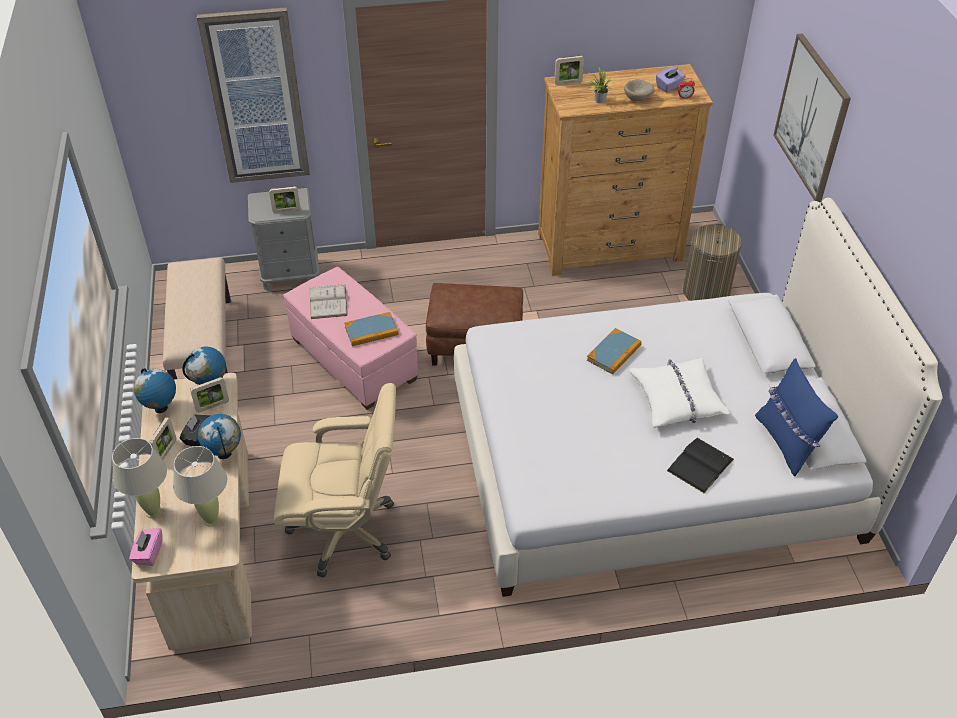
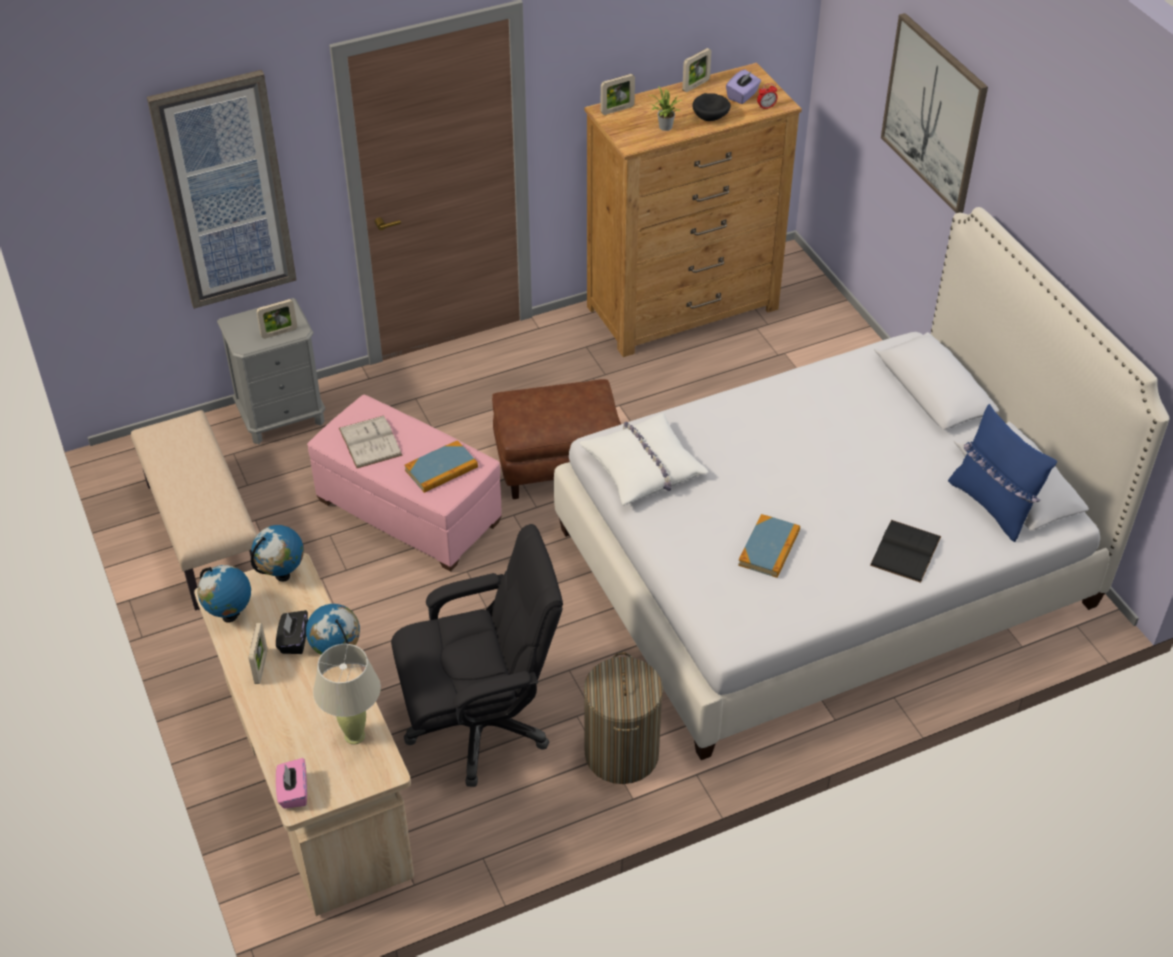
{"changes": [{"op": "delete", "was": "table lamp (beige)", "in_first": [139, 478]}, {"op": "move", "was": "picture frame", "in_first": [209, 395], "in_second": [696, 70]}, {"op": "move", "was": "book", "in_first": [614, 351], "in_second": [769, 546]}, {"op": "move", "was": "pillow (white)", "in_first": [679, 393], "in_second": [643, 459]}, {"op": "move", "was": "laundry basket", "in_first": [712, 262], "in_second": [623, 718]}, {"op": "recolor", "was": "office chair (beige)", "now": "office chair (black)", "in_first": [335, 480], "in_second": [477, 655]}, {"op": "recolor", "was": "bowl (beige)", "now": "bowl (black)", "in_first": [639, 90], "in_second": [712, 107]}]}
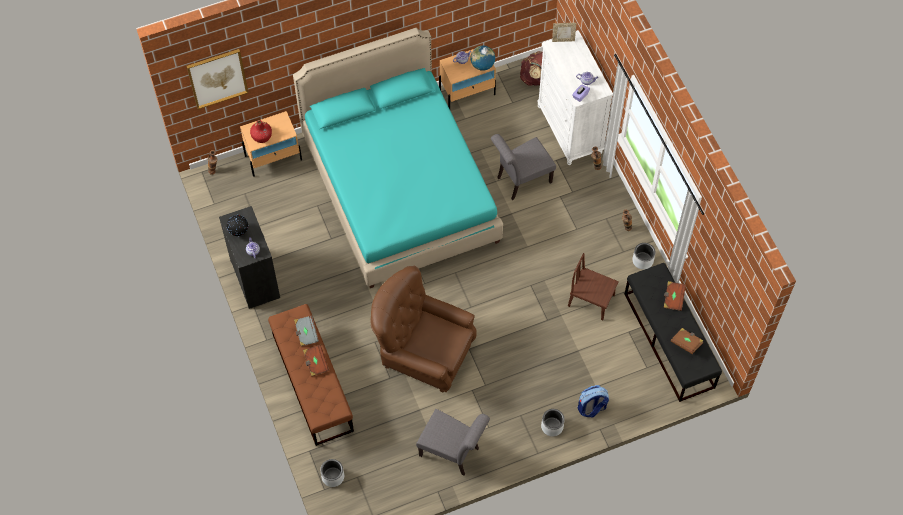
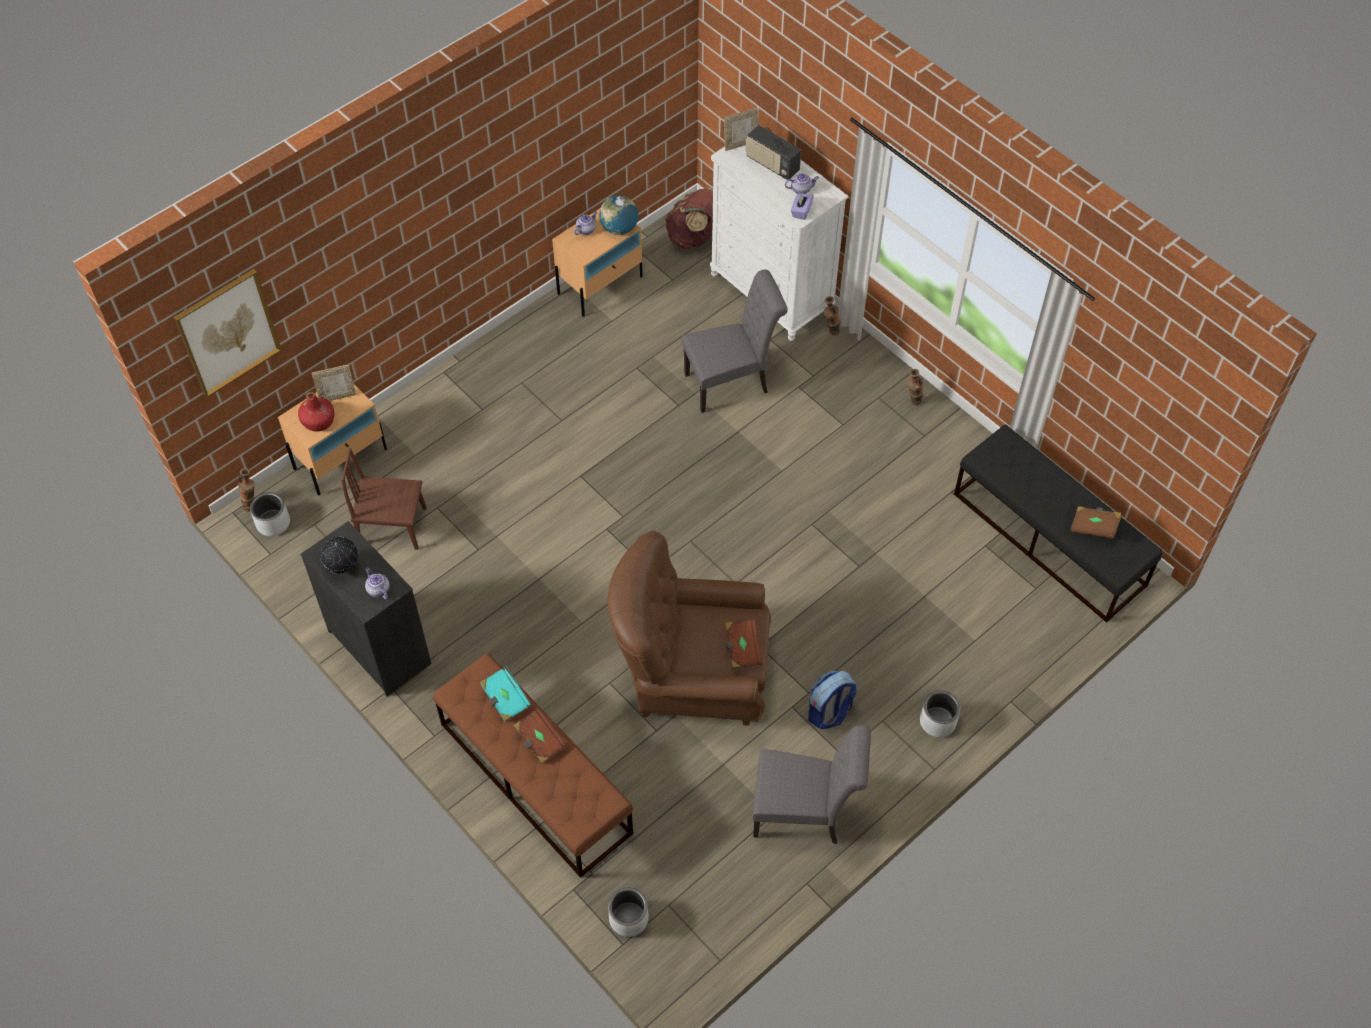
{"changes": [{"op": "delete", "was": "bed (turquoise)", "in_first": [398, 158]}, {"op": "insert", "now": "picture frame", "in_second": [334, 383]}, {"op": "insert", "now": "radio", "in_second": [773, 152]}, {"op": "move", "was": "chair (brown)", "in_first": [593, 287], "in_second": [383, 499]}, {"op": "move", "was": "backpack", "in_first": [593, 401], "in_second": [833, 700]}, {"op": "move", "was": "planter (grey)", "in_first": [643, 256], "in_second": [270, 514]}, {"op": "move", "was": "book (brown)", "in_first": [675, 296], "in_second": [744, 644]}, {"op": "recolor", "was": "book (grey)", "now": "book (turquoise)", "in_first": [306, 331], "in_second": [506, 694]}, {"op": "rotate", "was": "chair (grey)", "in_first": [523, 167], "in_second": [734, 341], "clockwise": -150}]}
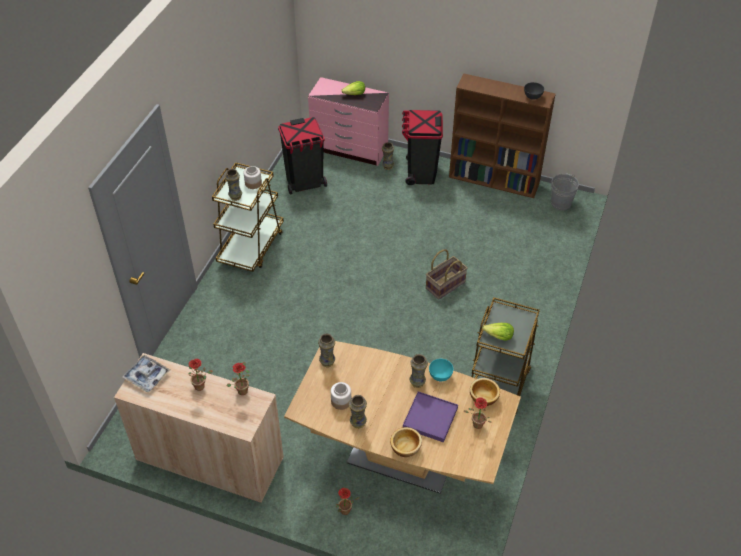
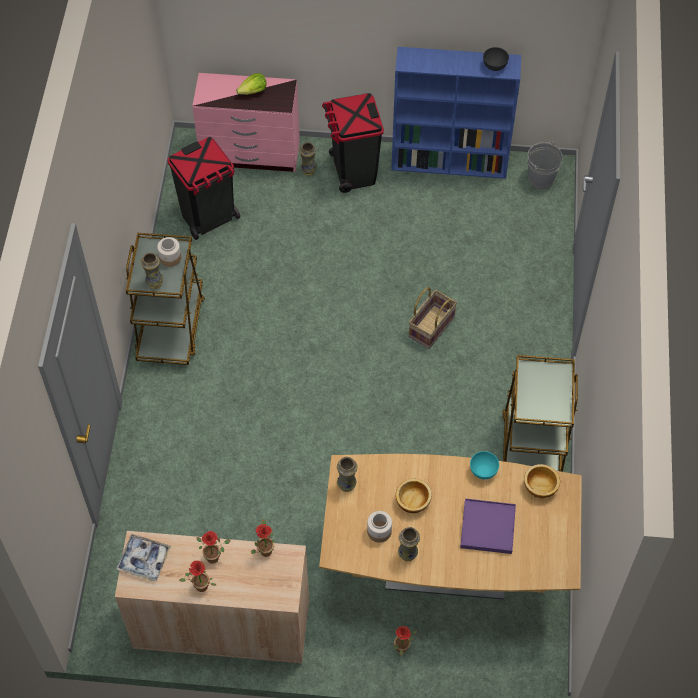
{"changes": [{"op": "delete", "was": "vase", "in_first": [419, 371]}, {"op": "delete", "was": "lettuce", "in_first": [498, 332]}, {"op": "move", "was": "bowl", "in_first": [406, 442], "in_second": [414, 496]}, {"op": "move", "was": "potted plant", "in_first": [478, 413], "in_second": [197, 576]}, {"op": "recolor", "was": "bookcase (brown)", "now": "bookcase (blue)", "in_first": [502, 135], "in_second": [456, 113]}]}
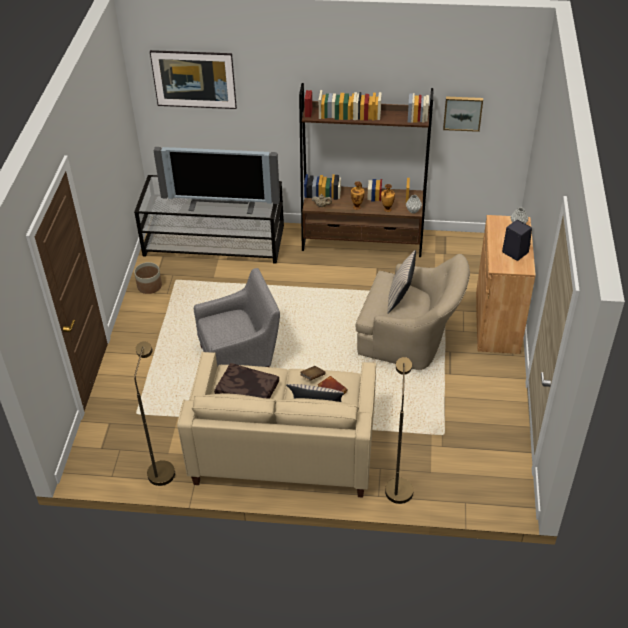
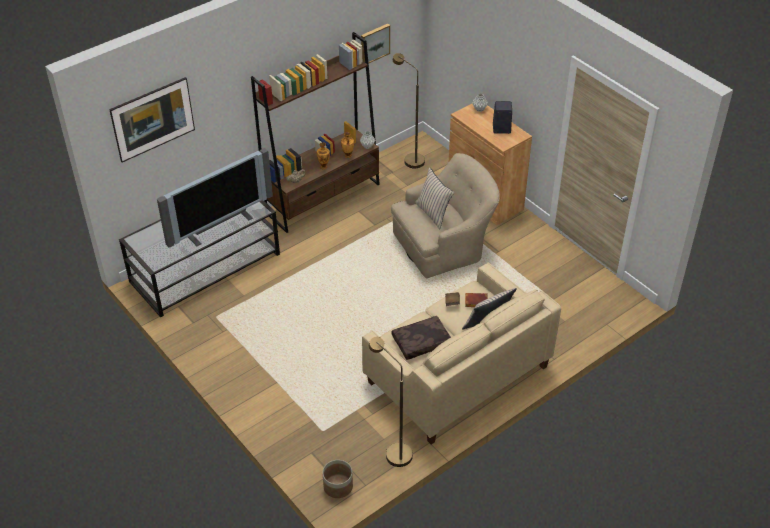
{"changes": [{"op": "delete", "was": "armchair (grey)", "in_first": [237, 317]}, {"op": "move", "was": "planter", "in_first": [148, 278], "in_second": [337, 479]}, {"op": "move", "was": "floor lamp (brown)", "in_first": [399, 430], "in_second": [409, 110]}]}
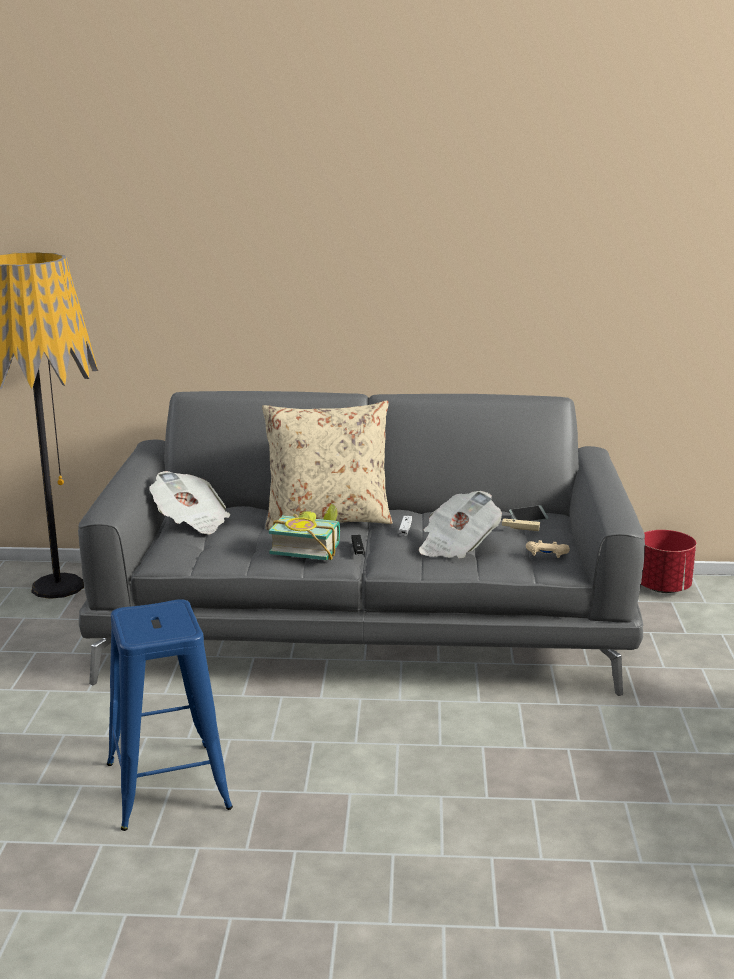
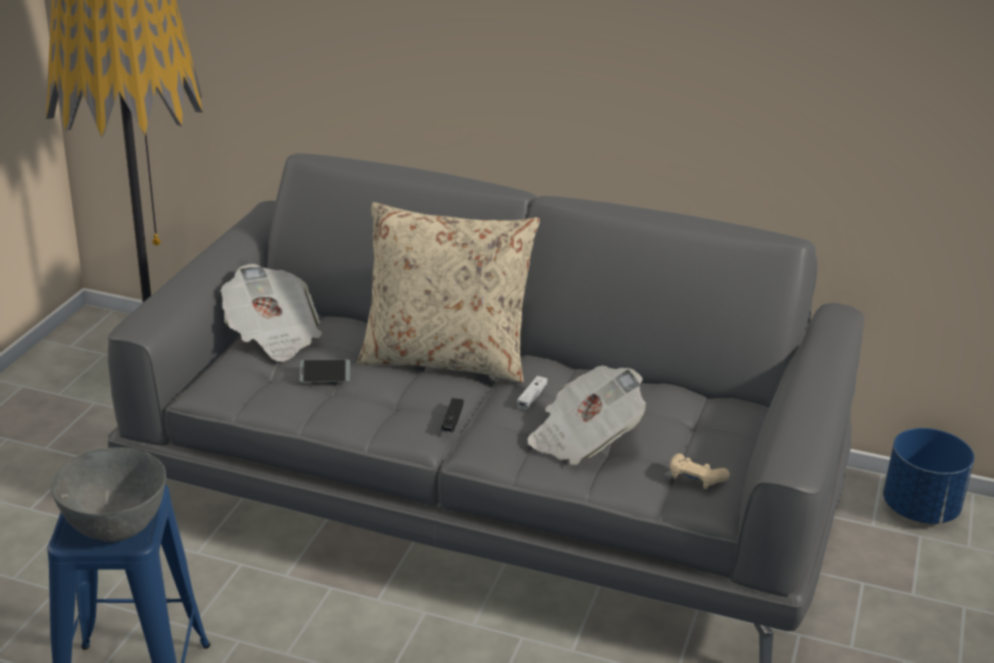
{"changes": [{"op": "delete", "was": "book", "in_first": [304, 532]}, {"op": "delete", "was": "game controller (beige)", "in_first": [521, 524]}, {"op": "insert", "now": "bowl (grey)", "in_second": [108, 494]}, {"op": "move", "was": "phone", "in_first": [528, 513], "in_second": [325, 371]}, {"op": "recolor", "was": "planter (red)", "now": "planter (blue)", "in_first": [668, 561], "in_second": [928, 476]}]}
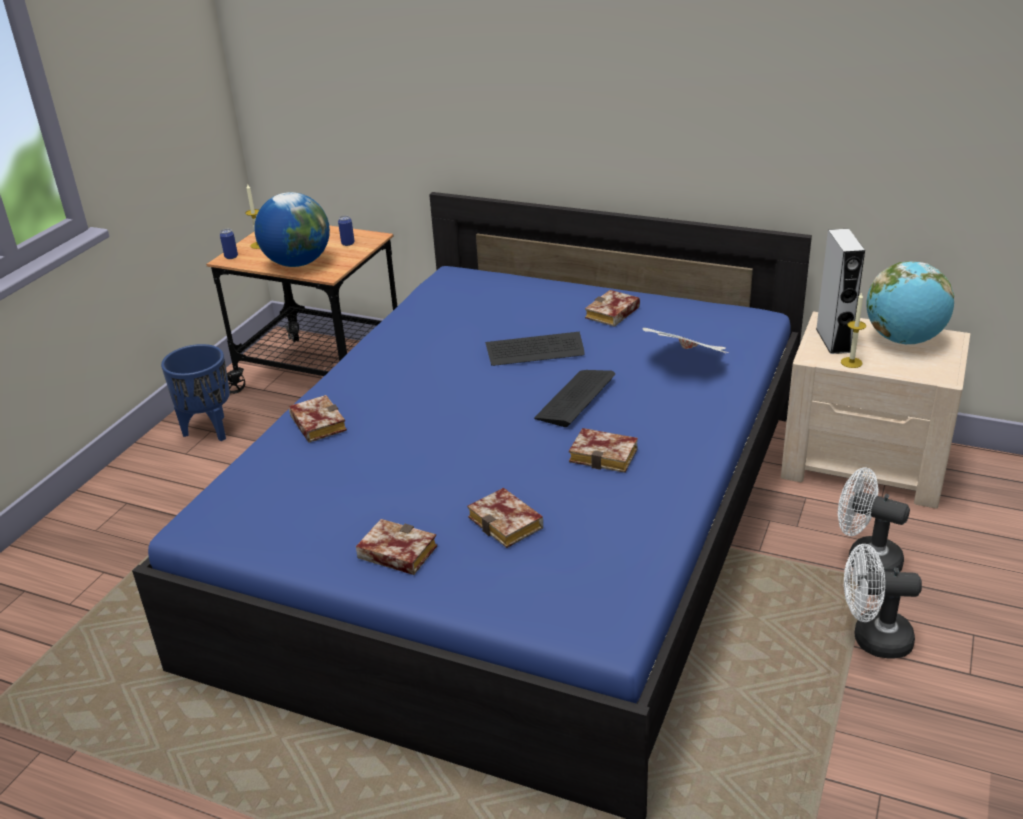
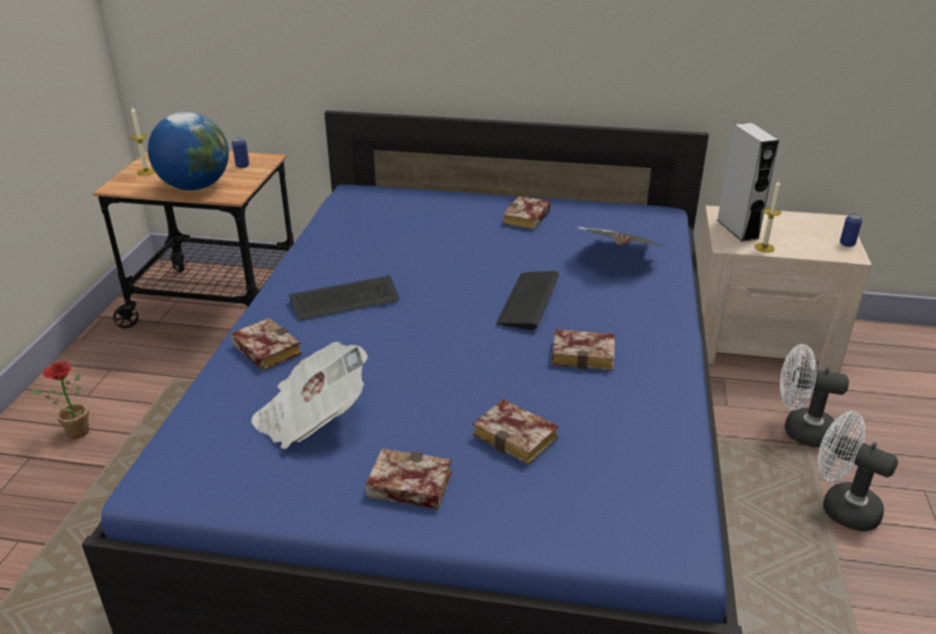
{"changes": [{"op": "delete", "was": "planter (blue)", "in_first": [195, 392]}, {"op": "delete", "was": "globe", "in_first": [910, 302]}, {"op": "insert", "now": "potted plant", "in_second": [59, 400]}, {"op": "insert", "now": "newspaper", "in_second": [309, 395]}, {"op": "move", "was": "can", "in_first": [229, 244], "in_second": [851, 230]}, {"op": "move", "was": "keyboard", "in_first": [535, 349], "in_second": [344, 298]}, {"op": "rotate", "was": "fan (white)", "in_first": [883, 601], "in_second": [858, 471], "clockwise": 45}]}
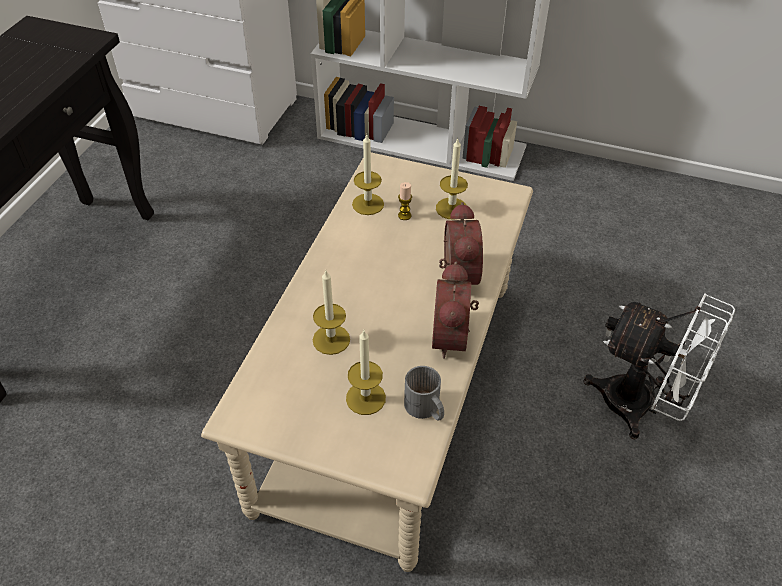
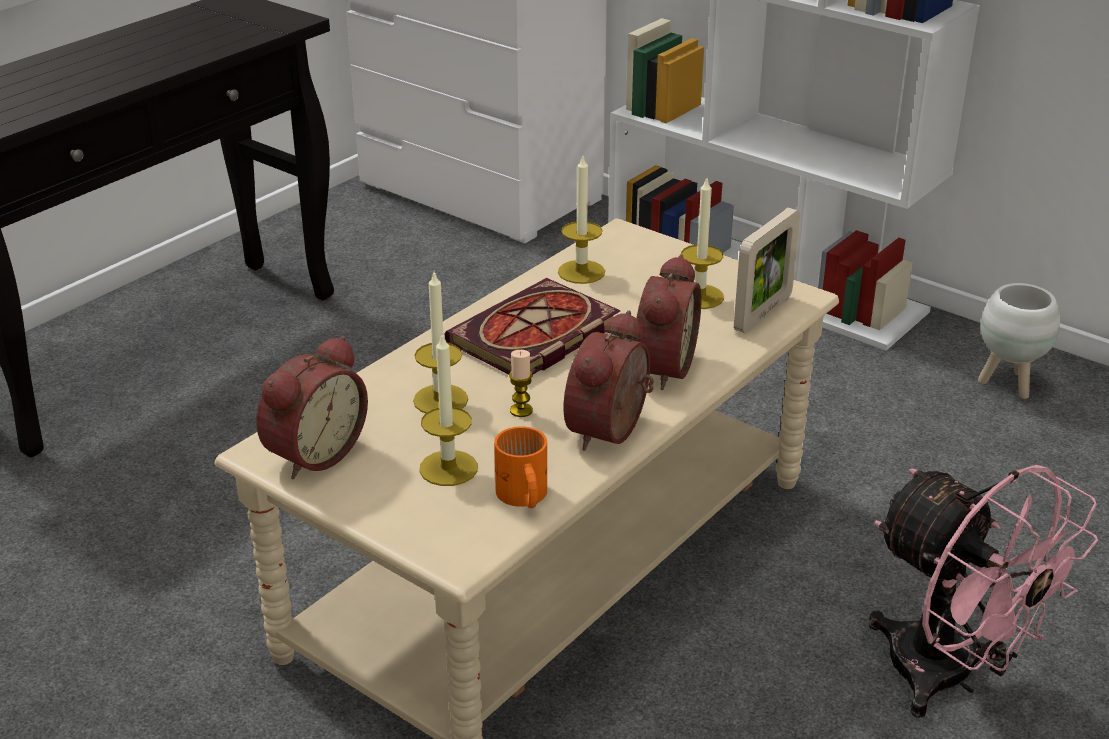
{"changes": [{"op": "insert", "now": "alarm clock", "in_second": [312, 407]}, {"op": "insert", "now": "book", "in_second": [533, 326]}, {"op": "insert", "now": "picture frame", "in_second": [767, 270]}, {"op": "insert", "now": "planter (white)", "in_second": [1019, 341]}, {"op": "move", "was": "candle", "in_first": [405, 201], "in_second": [521, 383]}, {"op": "recolor", "was": "mug (grey)", "now": "mug (orange)", "in_first": [424, 393], "in_second": [520, 467]}, {"op": "recolor", "was": "fan (white)", "now": "fan (pink)", "in_first": [659, 366], "in_second": [983, 591]}]}
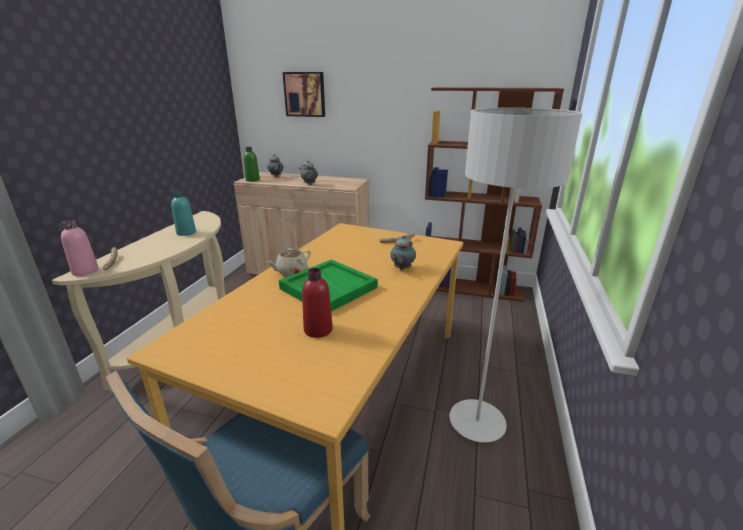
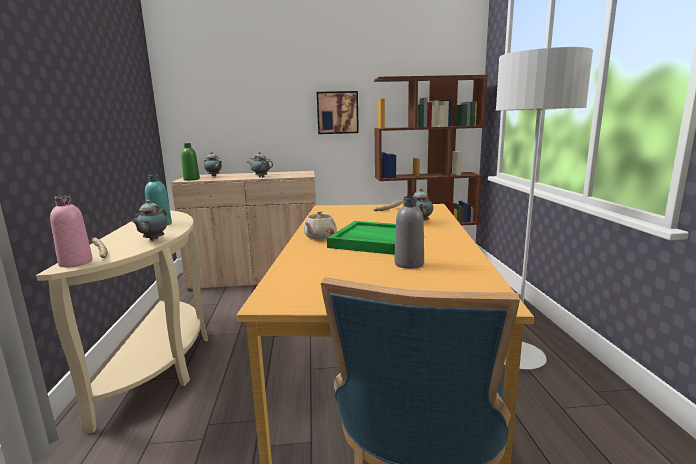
{"changes": [{"op": "insert", "now": "teapot", "in_second": [149, 220]}, {"op": "move", "was": "picture", "in_first": [304, 94], "in_second": [338, 112]}, {"op": "recolor", "was": "bottle (red)", "now": "bottle (grey)", "in_first": [317, 303], "in_second": [409, 232]}]}
